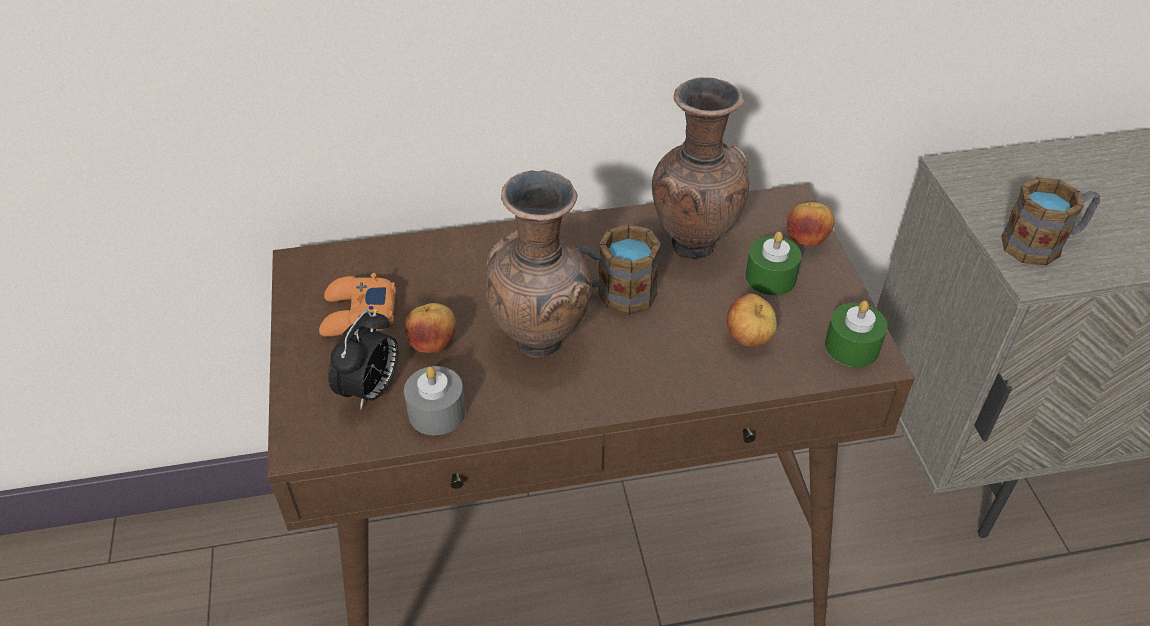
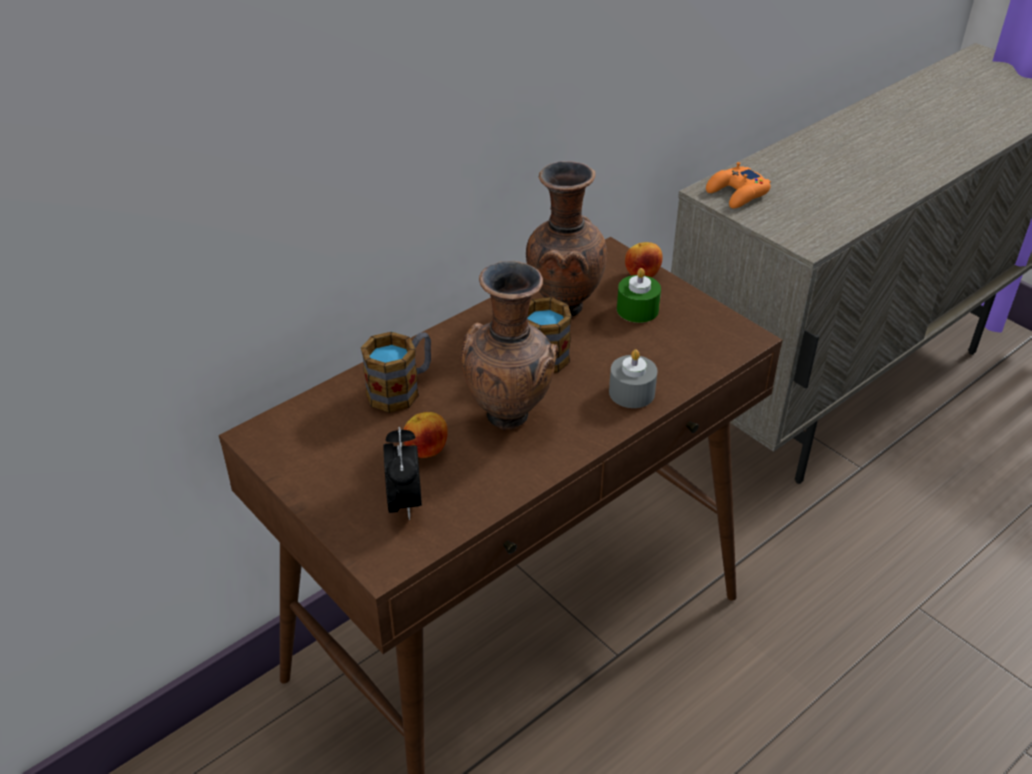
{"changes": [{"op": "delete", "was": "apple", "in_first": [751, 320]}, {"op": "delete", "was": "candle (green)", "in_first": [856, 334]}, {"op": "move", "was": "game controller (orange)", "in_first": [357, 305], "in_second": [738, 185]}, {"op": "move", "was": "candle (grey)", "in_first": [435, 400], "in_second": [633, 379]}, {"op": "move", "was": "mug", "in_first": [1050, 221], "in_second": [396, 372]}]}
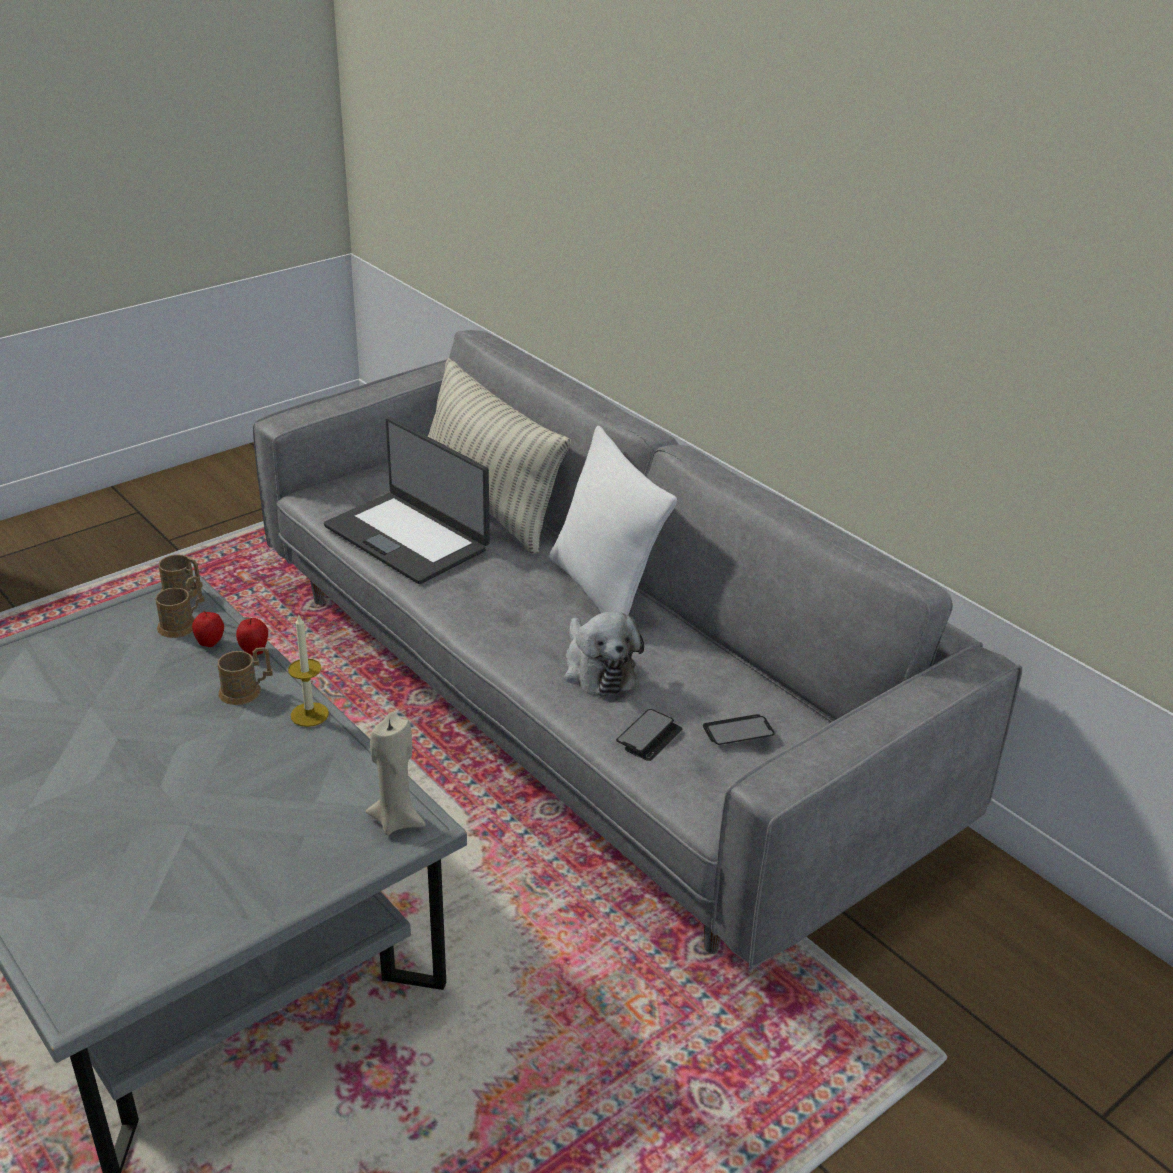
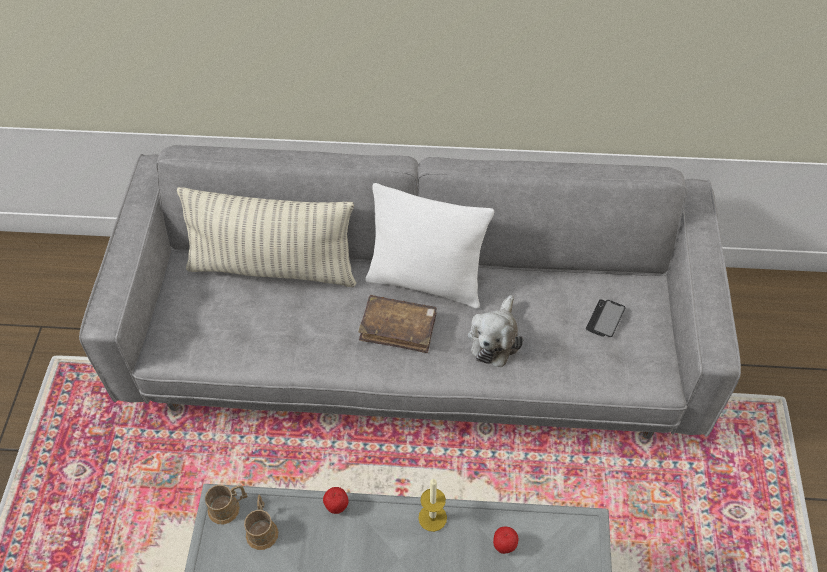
{"changes": [{"op": "delete", "was": "mug (brown)", "in_first": [245, 676]}, {"op": "delete", "was": "laptop", "in_first": [407, 500]}, {"op": "delete", "was": "candle (beige)", "in_first": [395, 773]}, {"op": "delete", "was": "phone", "in_first": [649, 735]}, {"op": "insert", "now": "book (brown)", "in_second": [397, 324]}, {"op": "move", "was": "apple", "in_first": [208, 628], "in_second": [505, 540]}, {"op": "rotate", "was": "plush toy", "in_first": [604, 654], "in_second": [495, 331], "clockwise": 90}]}
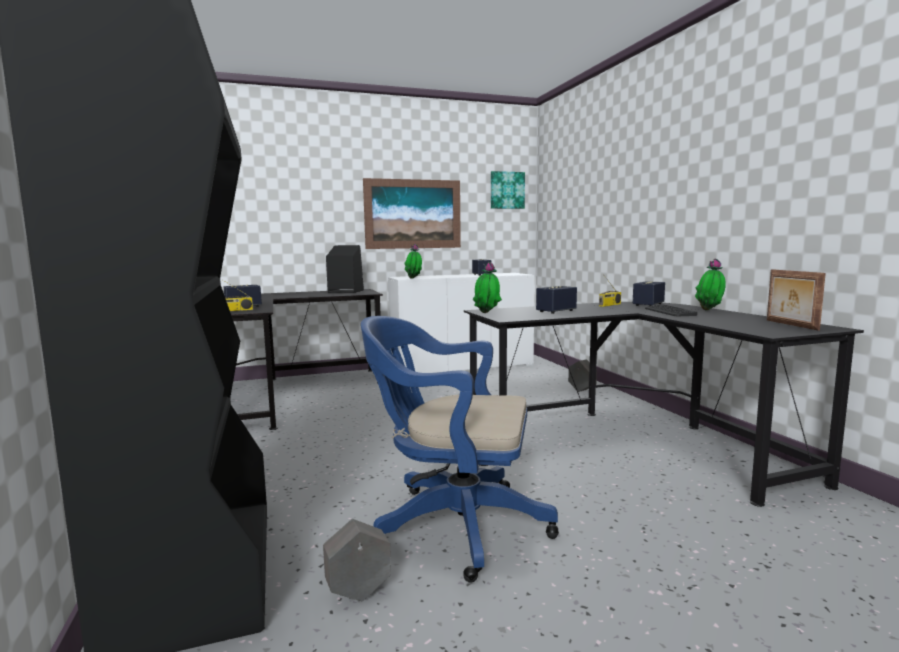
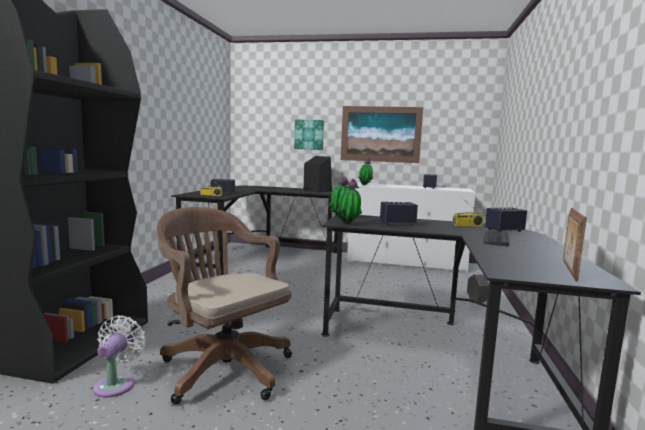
{"changes": [{"op": "move", "was": "picture", "in_first": [508, 190], "in_second": [309, 135]}, {"op": "move", "was": "potted plant", "in_first": [710, 284], "in_second": [349, 201]}, {"op": "replace", "was": "planter (grey)", "now": "fan (white)", "in_first": [357, 560], "in_second": [119, 357]}, {"op": "recolor", "was": "office chair (blue)", "now": "office chair (brown)", "in_first": [460, 449], "in_second": [224, 306]}]}
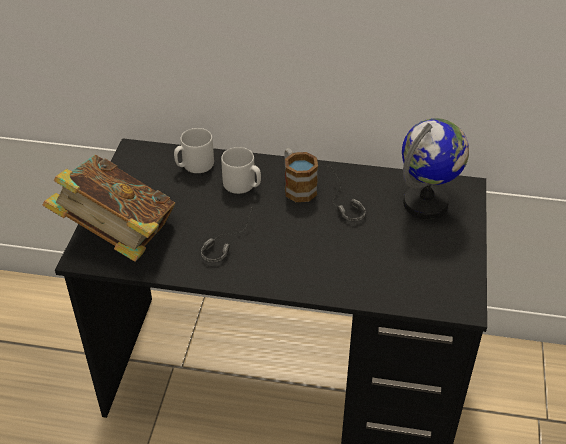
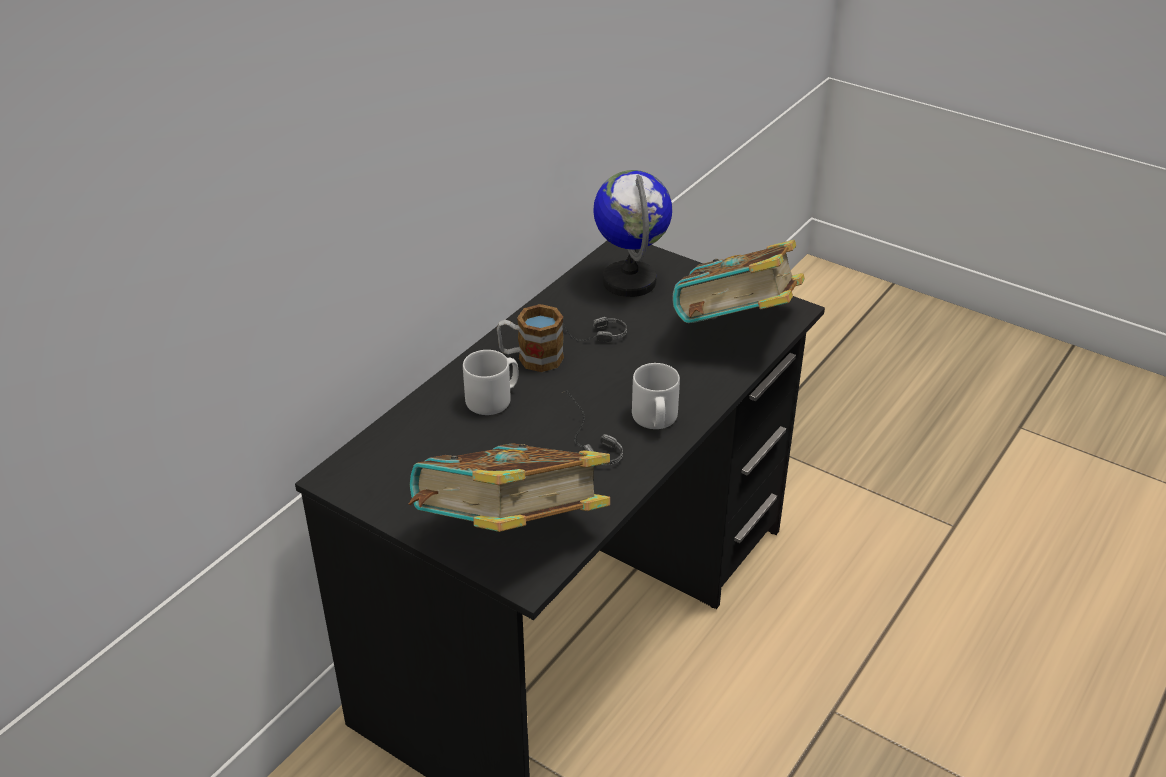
{"changes": [{"op": "insert", "now": "book", "in_second": [739, 281]}, {"op": "move", "was": "mug (grey)", "in_first": [194, 150], "in_second": [656, 396]}]}
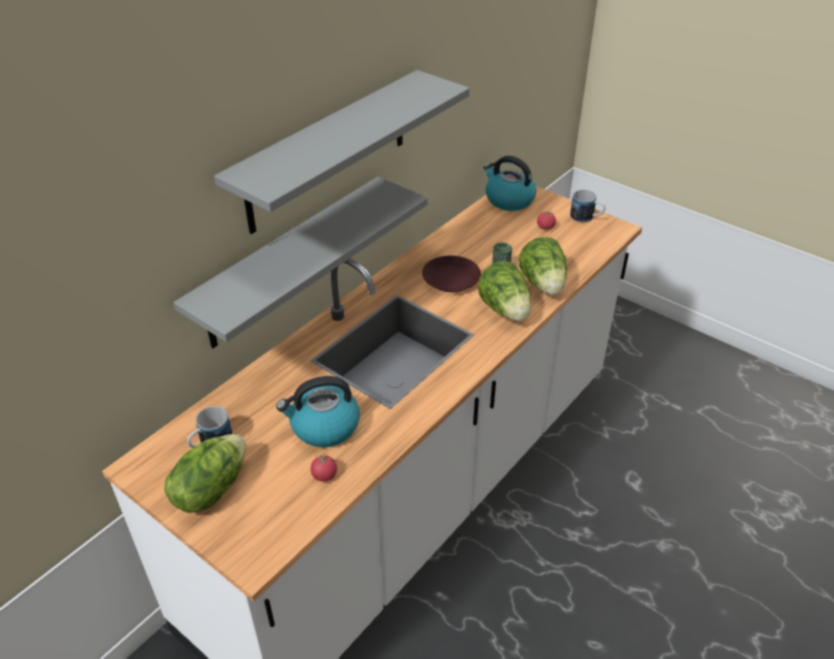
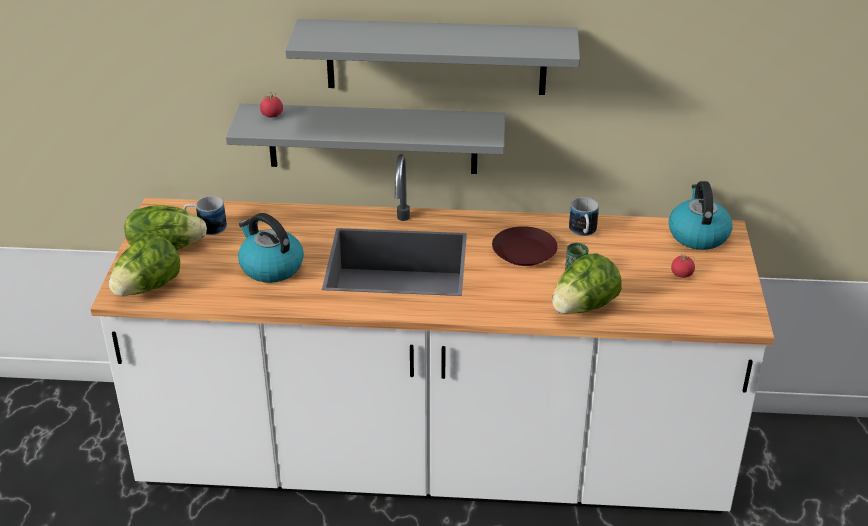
{"changes": [{"op": "move", "was": "tomato", "in_first": [324, 467], "in_second": [271, 105]}, {"op": "move", "was": "lettuce", "in_first": [504, 291], "in_second": [144, 265]}, {"op": "move", "was": "mug", "in_first": [588, 206], "in_second": [584, 216]}]}
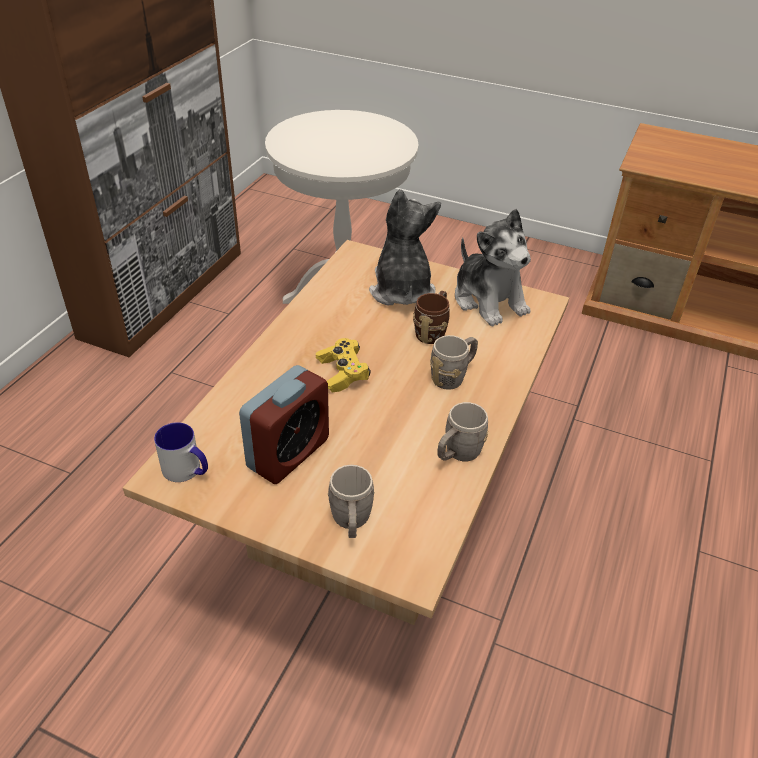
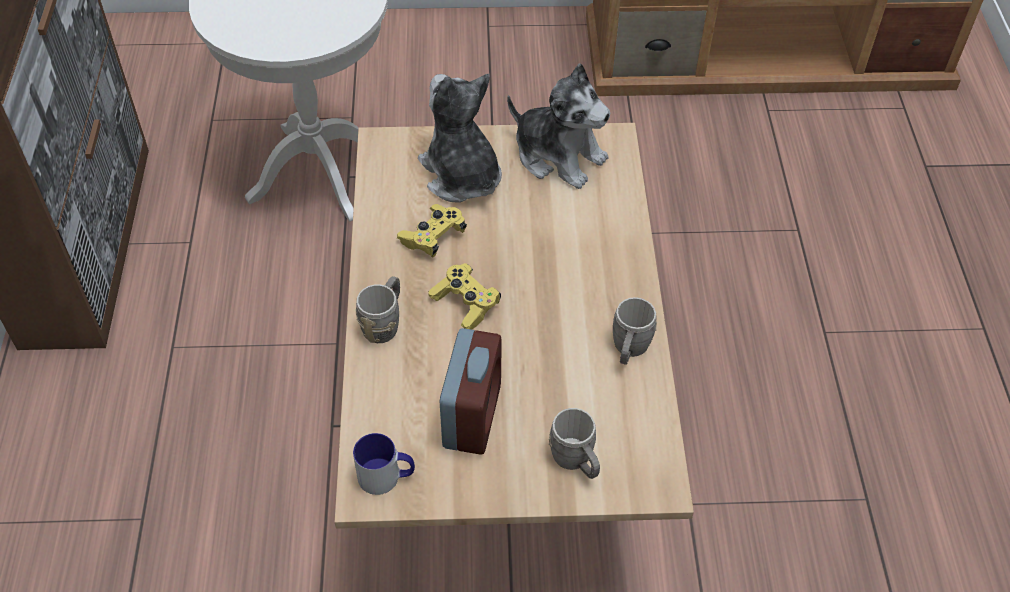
{"changes": [{"op": "delete", "was": "mug (brown)", "in_first": [431, 317]}, {"op": "insert", "now": "game controller (yellow)", "in_second": [432, 231]}, {"op": "move", "was": "mug (grey)", "in_first": [454, 362], "in_second": [377, 309]}]}
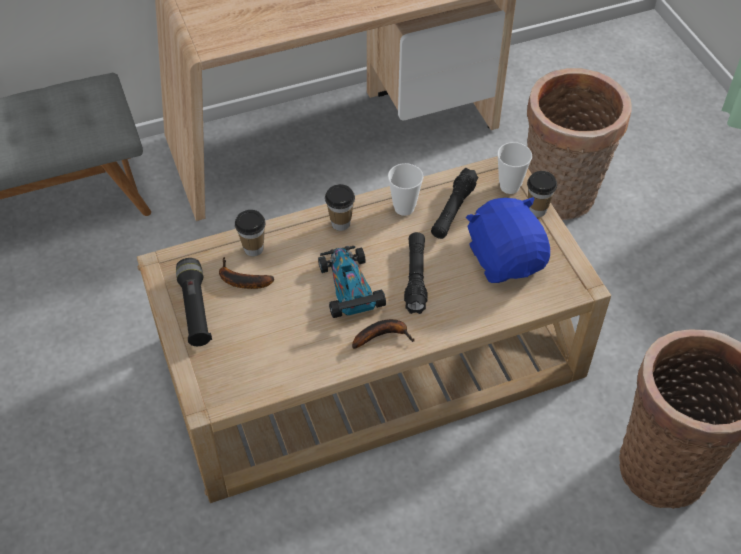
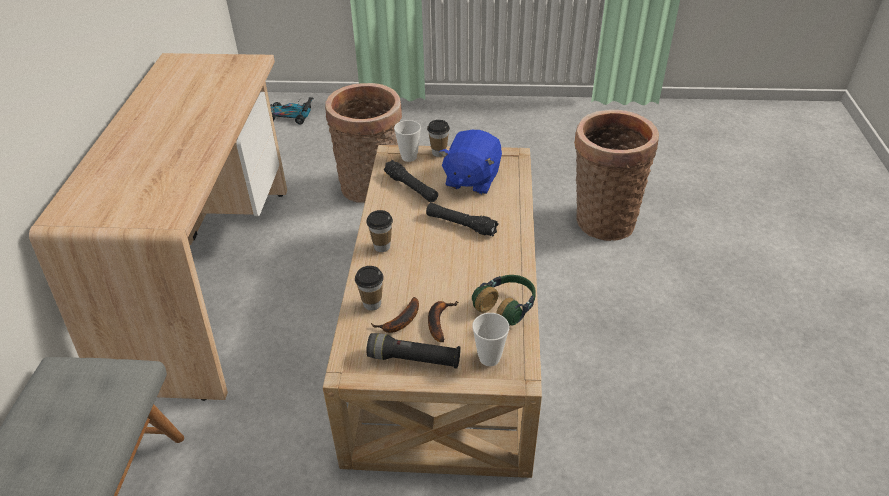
{"changes": [{"op": "insert", "now": "headphones", "in_second": [504, 300]}, {"op": "move", "was": "toy car", "in_first": [352, 282], "in_second": [292, 111]}, {"op": "move", "was": "banana", "in_first": [383, 334], "in_second": [443, 321]}, {"op": "move", "was": "cup", "in_first": [405, 189], "in_second": [490, 339]}, {"op": "rotate", "was": "plush toy (blue)", "in_first": [508, 240], "in_second": [470, 162], "clockwise": -75}]}
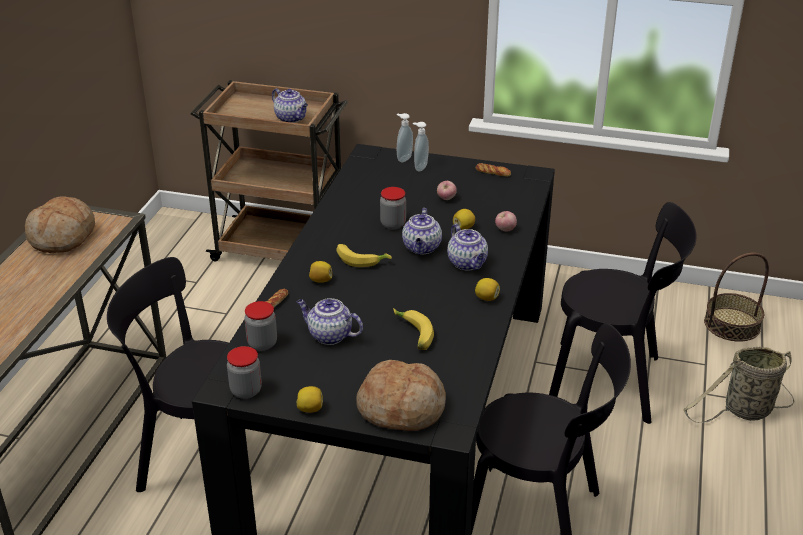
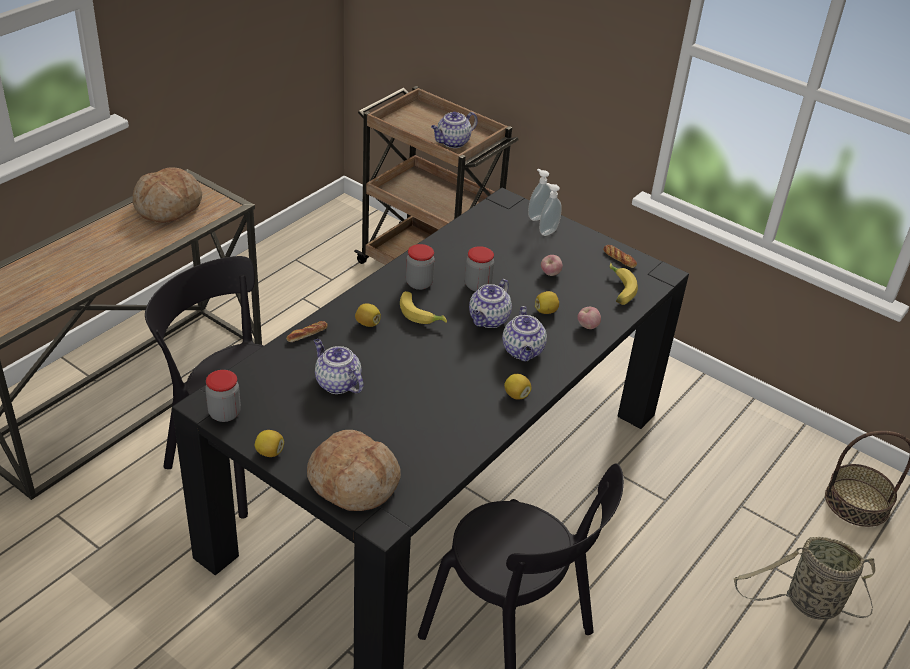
{"changes": [{"op": "delete", "was": "chair (black)", "in_first": [623, 313]}, {"op": "move", "was": "jar", "in_first": [260, 326], "in_second": [420, 267]}, {"op": "move", "was": "banana", "in_first": [413, 329], "in_second": [624, 284]}, {"op": "rotate", "was": "teapot", "in_first": [290, 105], "in_second": [454, 130], "clockwise": 75}]}
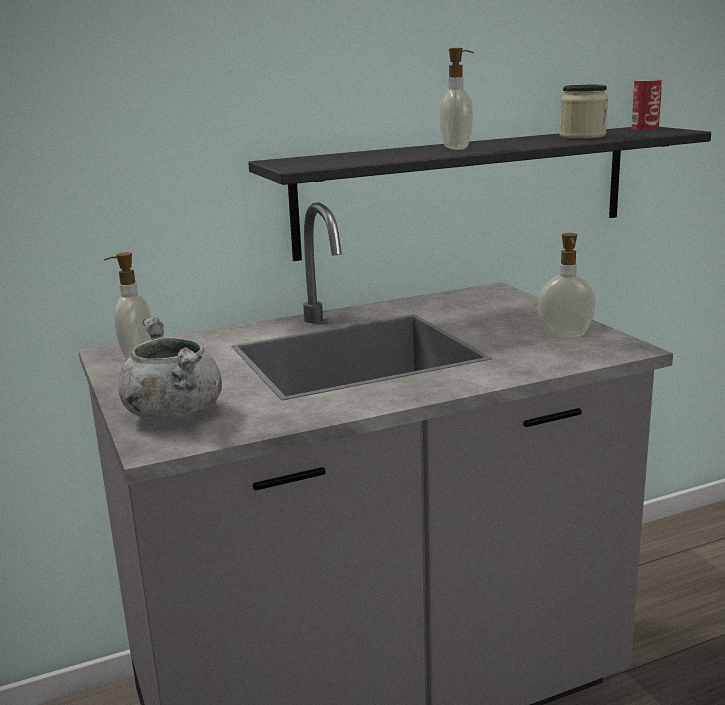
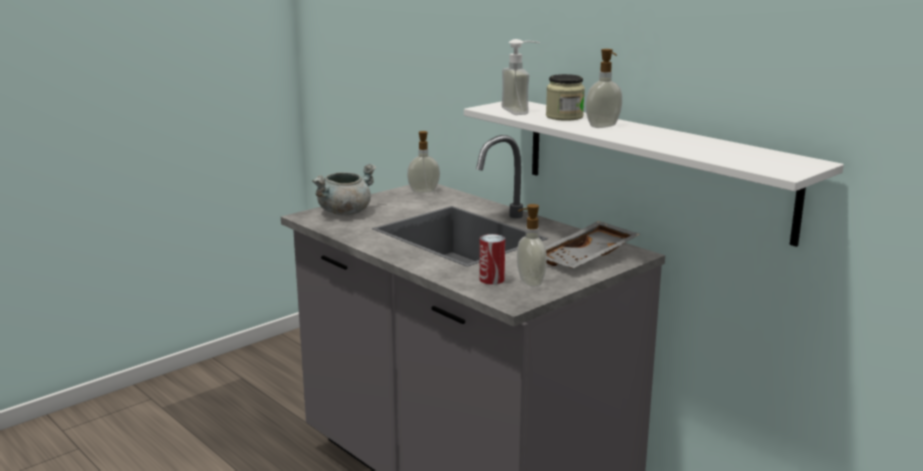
{"changes": [{"op": "insert", "now": "soap dispenser", "in_second": [520, 77]}, {"op": "insert", "now": "tray (grey)", "in_second": [592, 244]}, {"op": "move", "was": "jar", "in_first": [583, 111], "in_second": [565, 97]}, {"op": "move", "was": "can", "in_first": [646, 105], "in_second": [492, 259]}, {"op": "recolor", "was": "shelf (black)", "now": "shelf (white)", "in_first": [479, 194], "in_second": [654, 174]}]}
